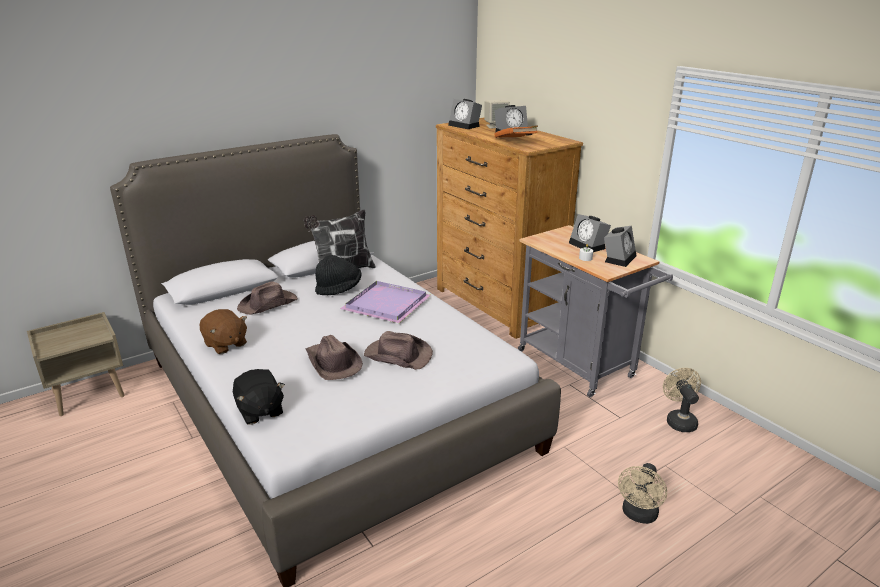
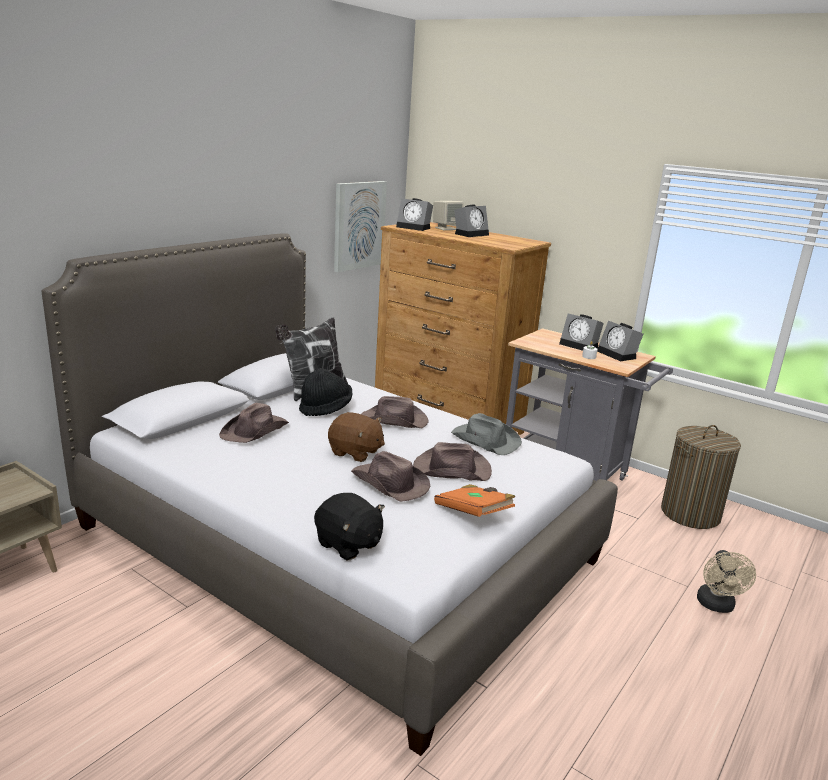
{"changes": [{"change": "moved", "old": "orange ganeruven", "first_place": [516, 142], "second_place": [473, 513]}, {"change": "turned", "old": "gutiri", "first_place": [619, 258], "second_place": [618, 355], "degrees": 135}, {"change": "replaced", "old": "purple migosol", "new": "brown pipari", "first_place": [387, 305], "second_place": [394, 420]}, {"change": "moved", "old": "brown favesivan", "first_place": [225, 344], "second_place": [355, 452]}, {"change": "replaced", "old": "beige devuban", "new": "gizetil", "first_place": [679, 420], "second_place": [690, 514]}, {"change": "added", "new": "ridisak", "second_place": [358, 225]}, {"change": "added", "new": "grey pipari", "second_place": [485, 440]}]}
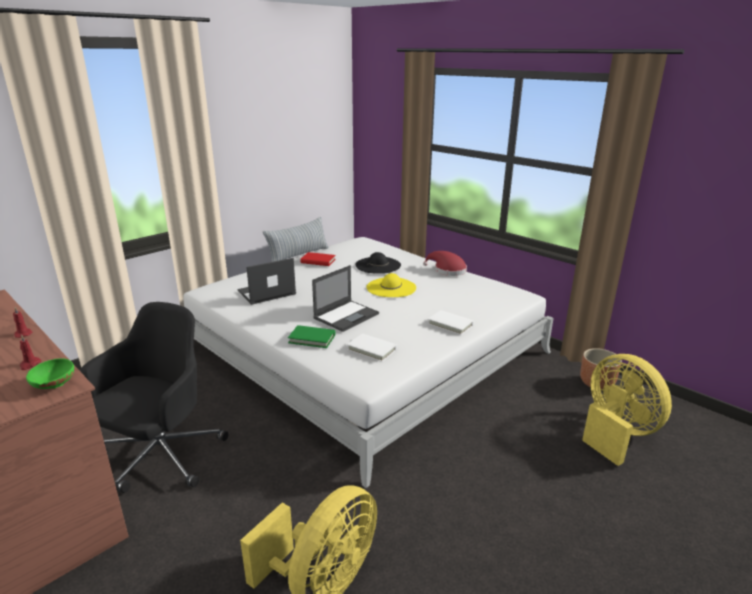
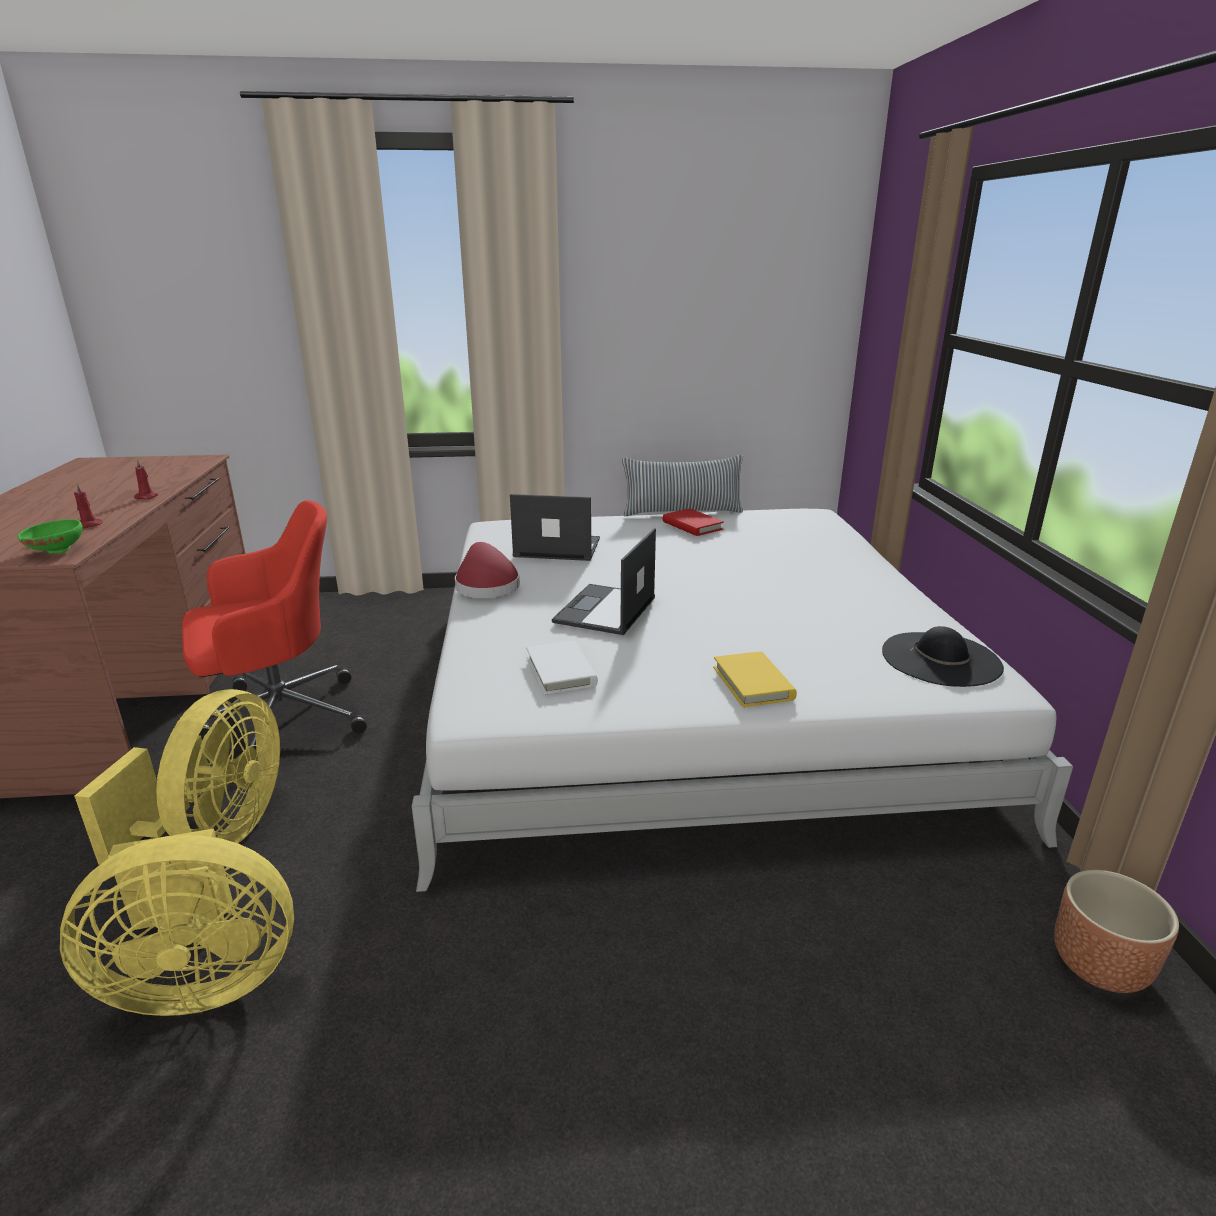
{"changes": [{"change": "moved", "old": "red pipari", "first_place": [447, 270], "second_place": [486, 585]}, {"change": "moved", "old": "black pipari", "first_place": [378, 265], "second_place": [941, 659]}, {"change": "turned", "old": "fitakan", "first_place": [346, 315], "second_place": [605, 610], "degrees": 120}, {"change": "removed", "old": "yellow pipari", "first_place": [391, 287]}, {"change": "recoloured", "old": "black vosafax", "new": "red vosafax", "first_place": [160, 457], "second_place": [280, 719]}, {"change": "recoloured", "old": "white ganeruven", "new": "yellow ganeruven", "first_place": [450, 324], "second_place": [753, 683]}, {"change": "removed", "old": "green ganeruven", "first_place": [312, 339]}, {"change": "moved", "old": "yellow devuban", "first_place": [616, 433], "second_place": [217, 834]}]}
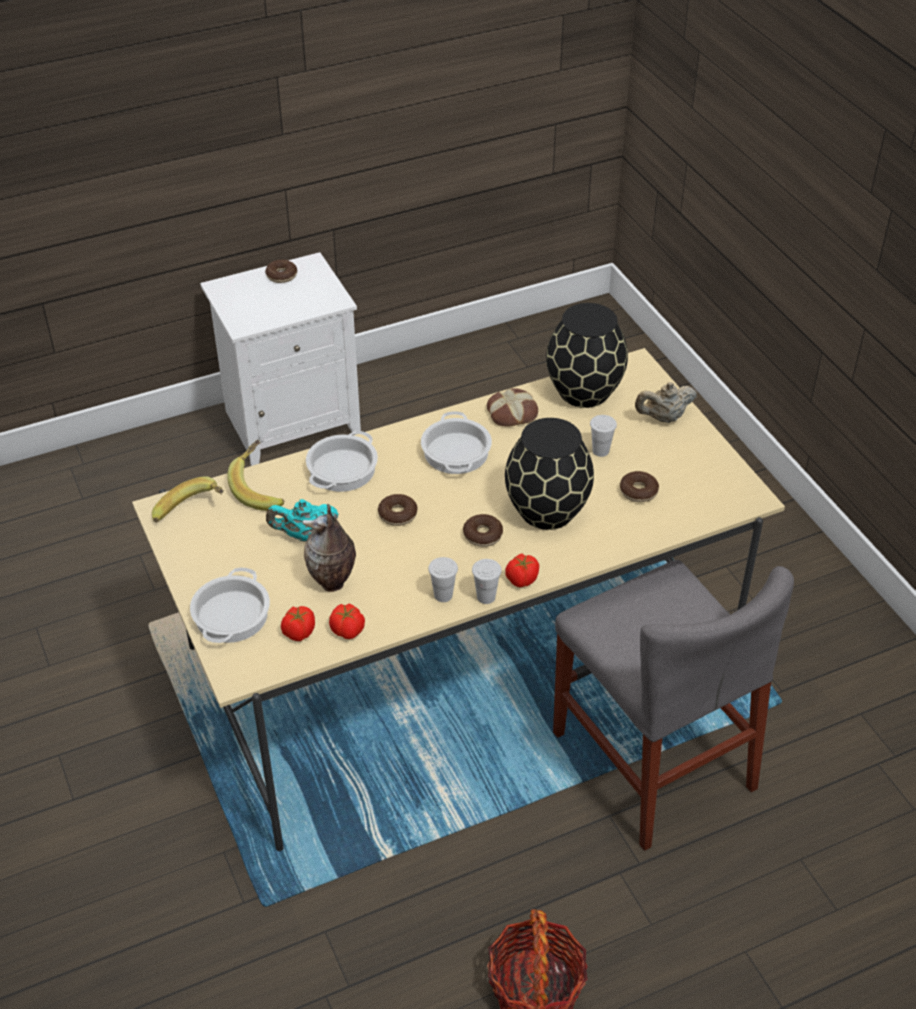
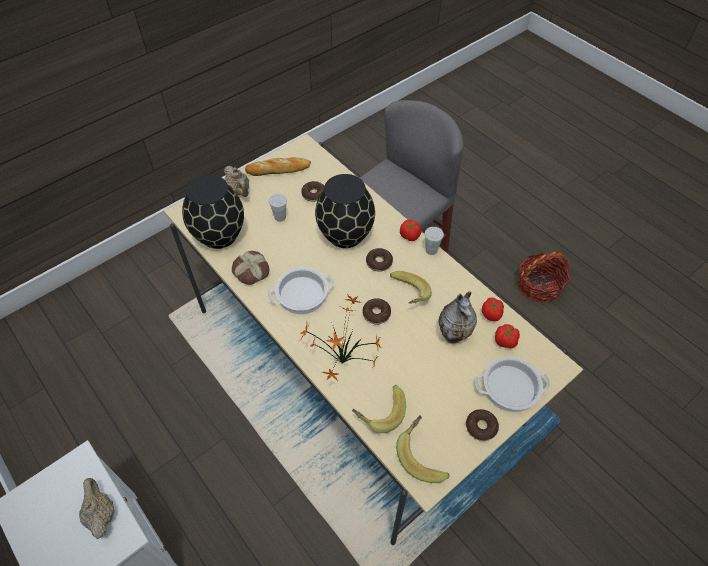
{"changes": [{"change": "moved", "old": "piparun", "first_place": [281, 276], "second_place": [481, 427]}, {"change": "replaced", "old": "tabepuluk", "new": "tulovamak", "first_place": [342, 469], "second_place": [340, 362]}, {"change": "removed", "old": "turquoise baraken", "first_place": [304, 535]}, {"change": "removed", "old": "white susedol", "first_place": [443, 595]}, {"change": "added", "new": "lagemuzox", "second_place": [278, 169]}, {"change": "added", "new": "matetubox", "second_place": [406, 296]}, {"change": "added", "new": "beige baraken", "second_place": [101, 514]}]}
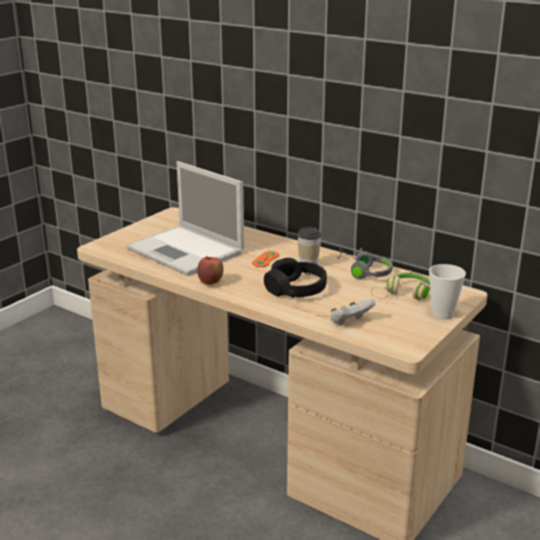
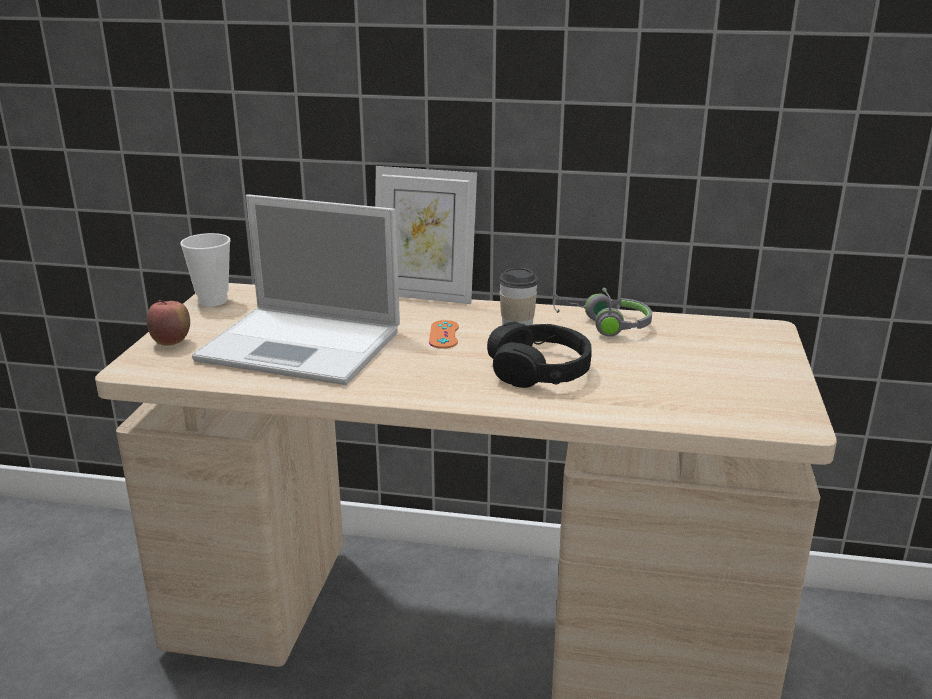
{"changes": [{"change": "moved", "old": "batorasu", "first_place": [210, 283], "second_place": [171, 343]}, {"change": "moved", "old": "susedol", "first_place": [442, 314], "second_place": [213, 301]}, {"change": "removed", "old": "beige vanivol", "first_place": [404, 294]}, {"change": "removed", "old": "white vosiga", "first_place": [350, 322]}, {"change": "added", "new": "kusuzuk", "second_place": [425, 295]}]}
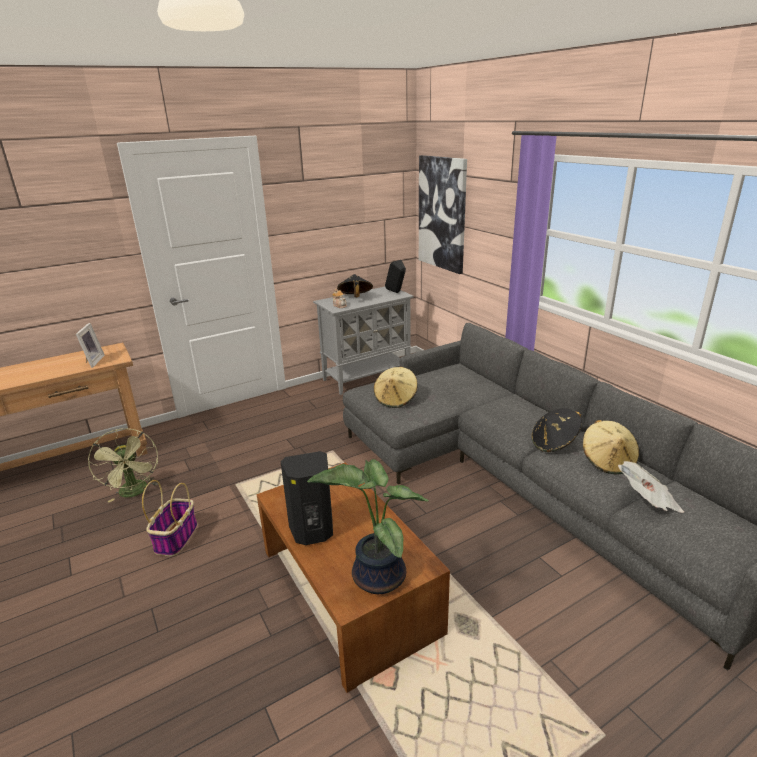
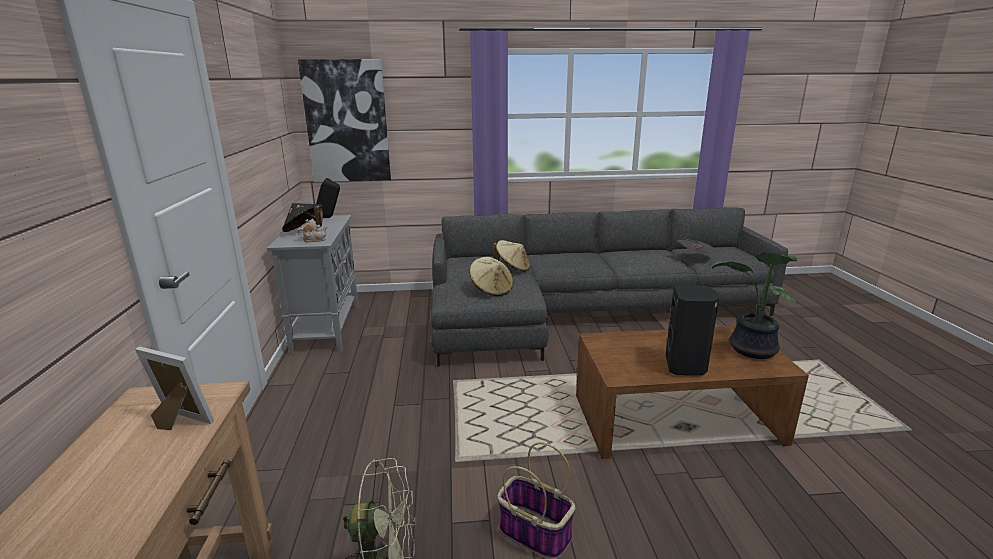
{"changes": [{"change": "removed", "old": "black pipari", "first_place": [554, 443]}, {"change": "moved", "old": "beige pipari", "first_place": [607, 461], "second_place": [513, 268]}]}
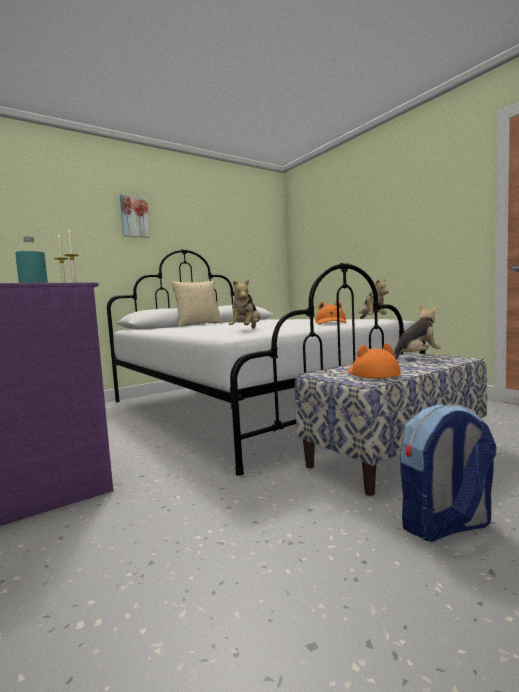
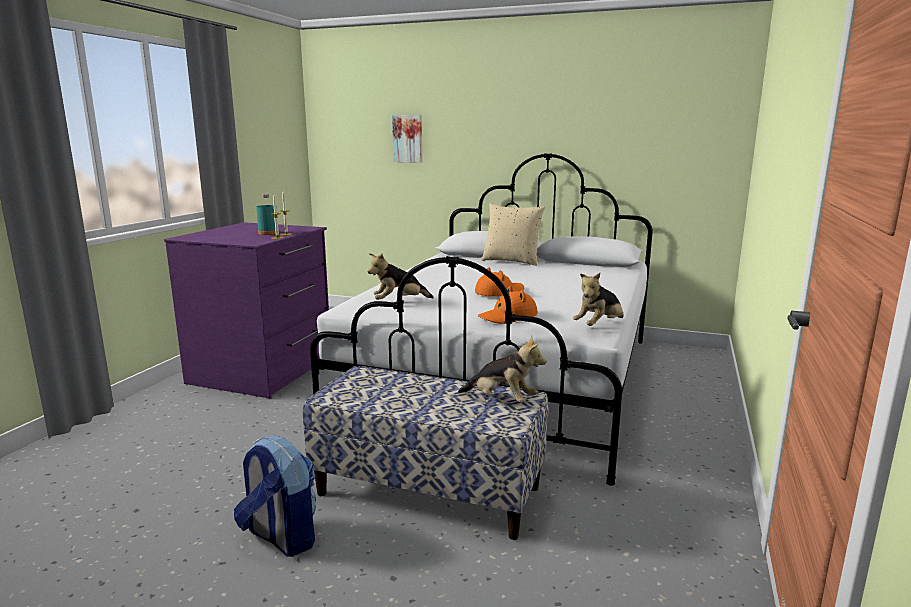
{"changes": [{"change": "moved", "old": "ridisak", "first_place": [134, 216], "second_place": [408, 138]}, {"change": "moved", "old": "orange pipari", "first_place": [371, 374], "second_place": [499, 292]}]}
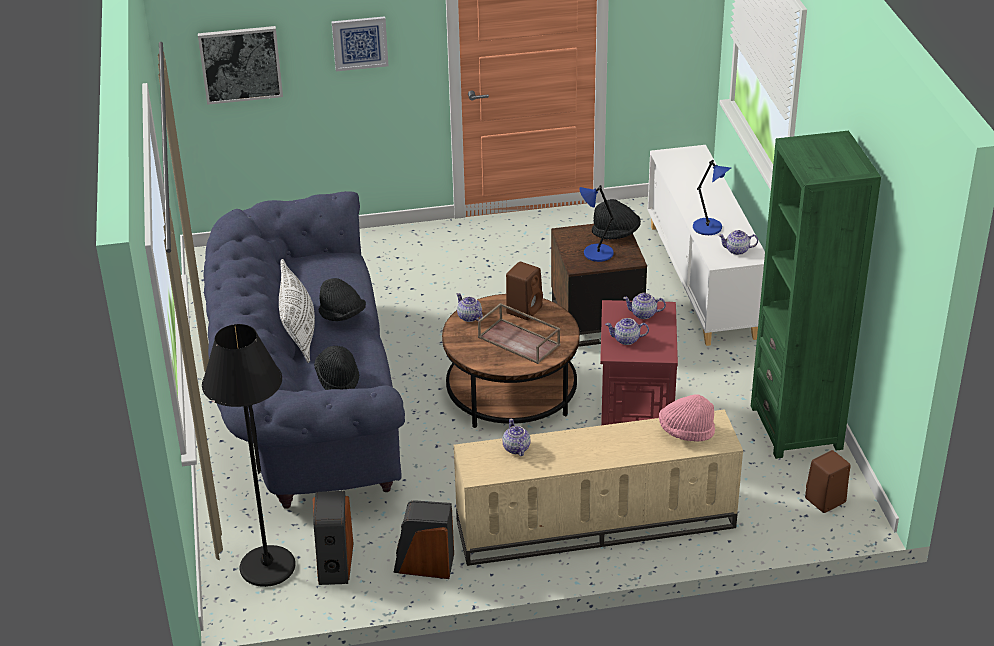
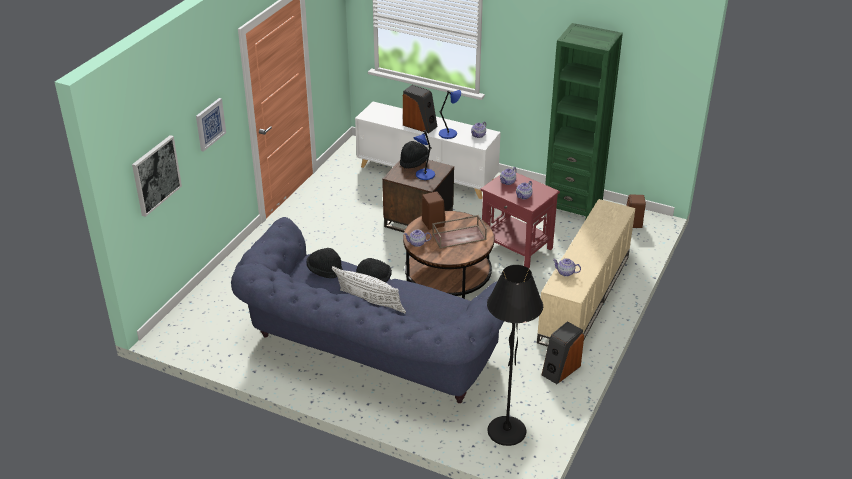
{"changes": [{"change": "moved", "old": "black pipari", "first_place": [338, 379], "second_place": [324, 271]}, {"change": "removed", "old": "pink pipari", "first_place": [686, 431]}, {"change": "moved", "old": "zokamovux", "first_place": [334, 563], "second_place": [420, 125]}]}
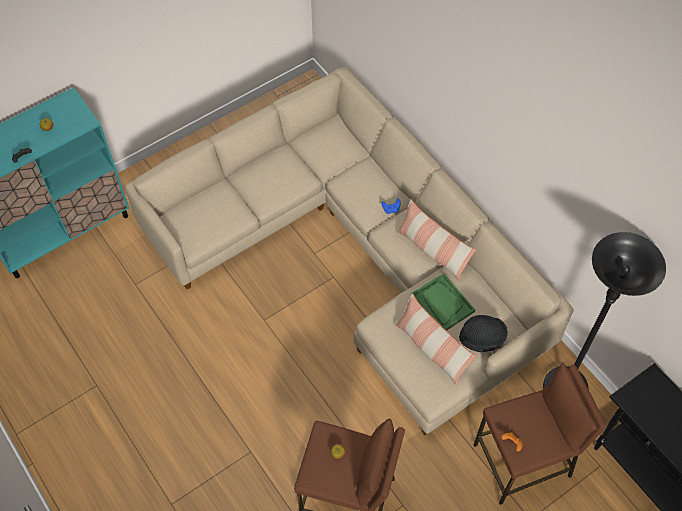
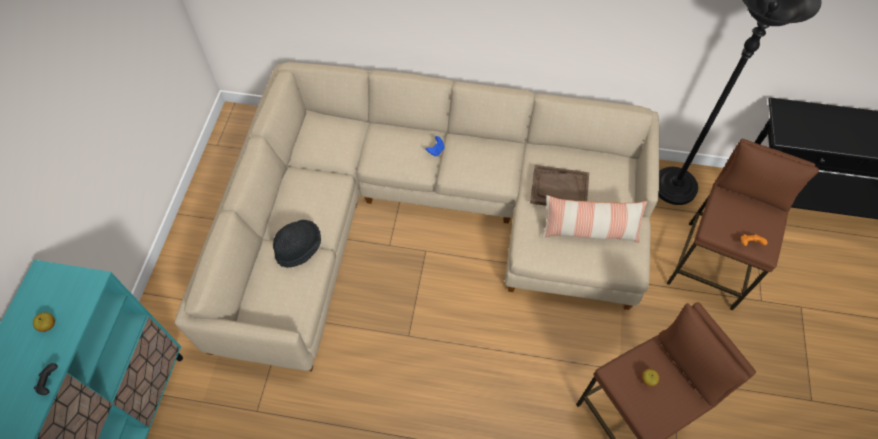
{"changes": [{"change": "removed", "old": "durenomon", "first_place": [432, 250]}, {"change": "recoloured", "old": "green migosol", "new": "brown migosol", "first_place": [442, 303], "second_place": [559, 189]}, {"change": "moved", "old": "black pipari", "first_place": [482, 338], "second_place": [299, 248]}]}
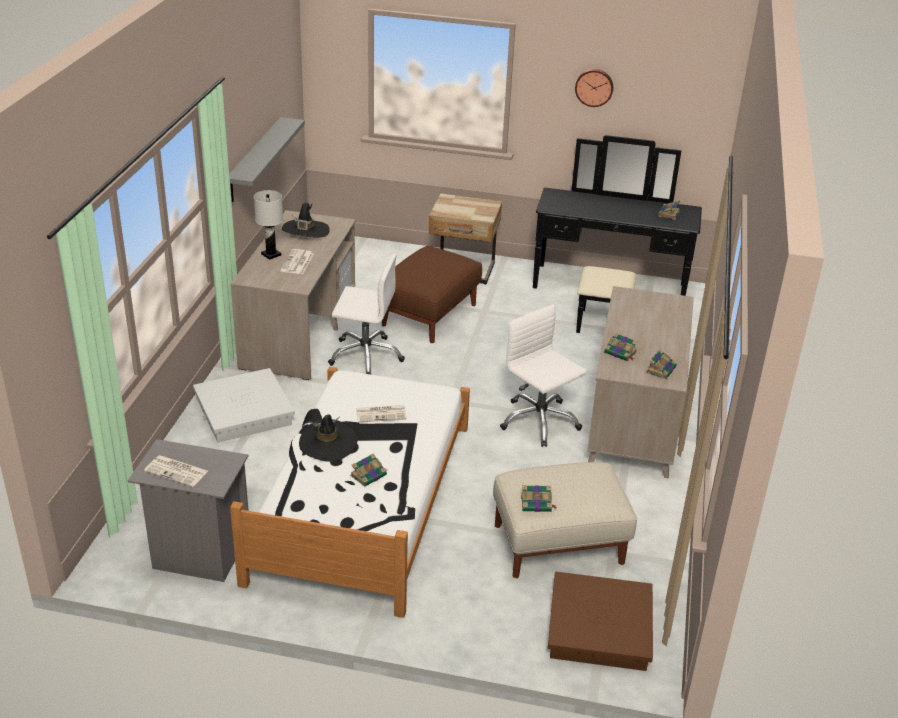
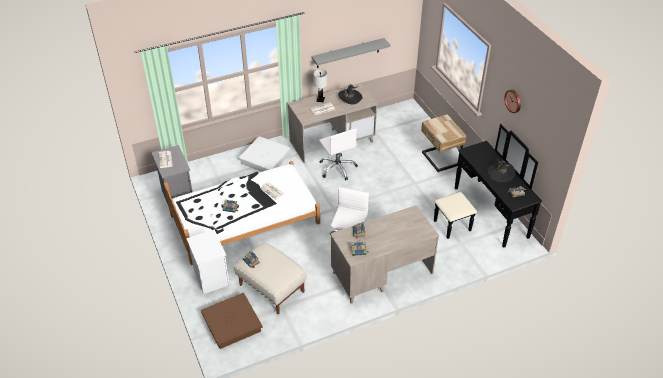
{"changes": [{"change": "removed", "old": "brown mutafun", "first_place": [428, 315]}, {"change": "moved", "old": "black pipari", "first_place": [328, 443], "second_place": [501, 173]}, {"change": "added", "new": "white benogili", "second_place": [210, 277]}]}
